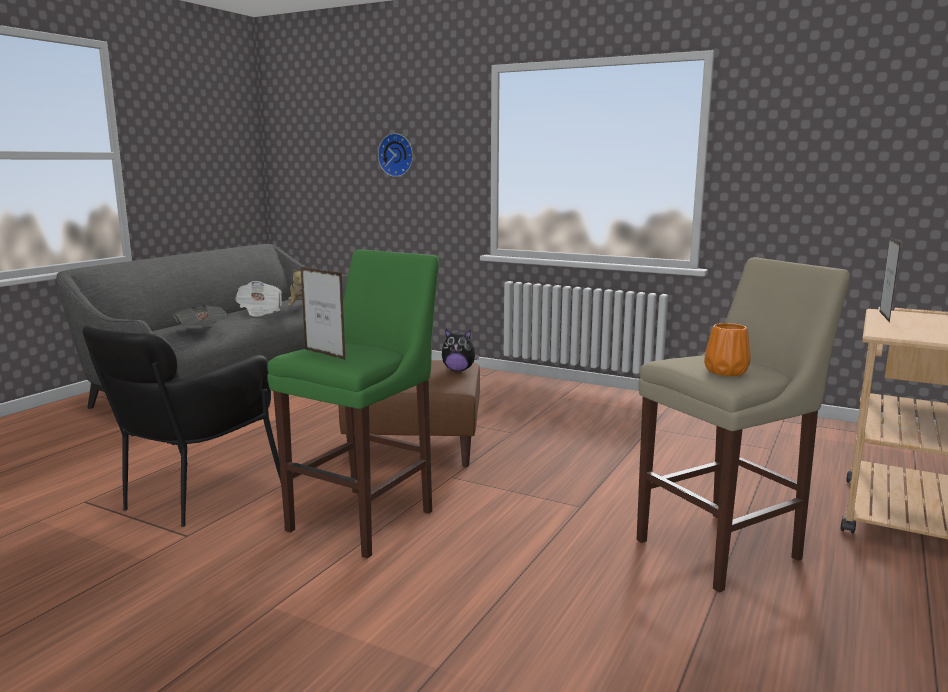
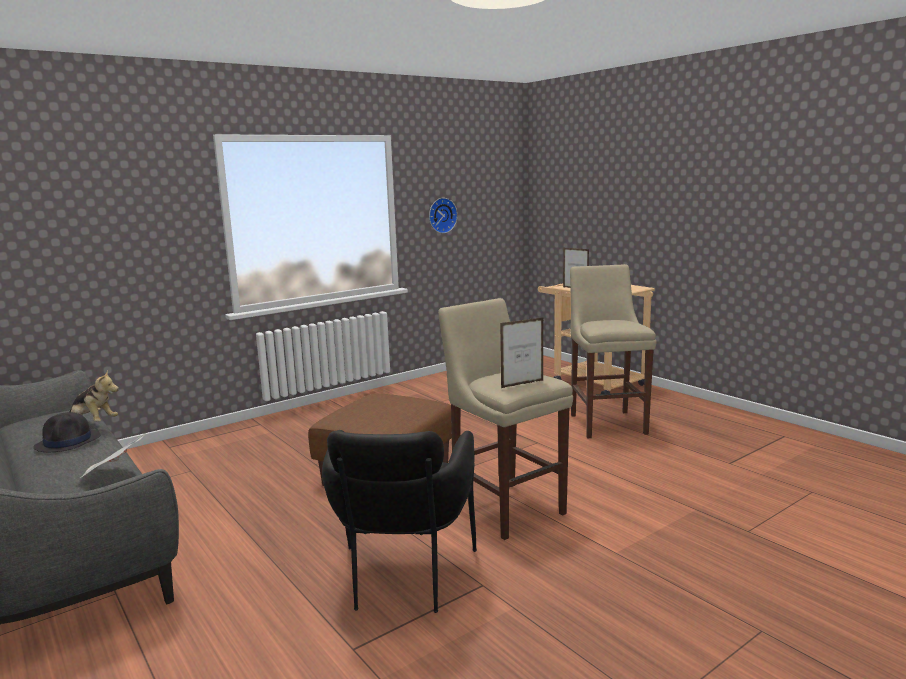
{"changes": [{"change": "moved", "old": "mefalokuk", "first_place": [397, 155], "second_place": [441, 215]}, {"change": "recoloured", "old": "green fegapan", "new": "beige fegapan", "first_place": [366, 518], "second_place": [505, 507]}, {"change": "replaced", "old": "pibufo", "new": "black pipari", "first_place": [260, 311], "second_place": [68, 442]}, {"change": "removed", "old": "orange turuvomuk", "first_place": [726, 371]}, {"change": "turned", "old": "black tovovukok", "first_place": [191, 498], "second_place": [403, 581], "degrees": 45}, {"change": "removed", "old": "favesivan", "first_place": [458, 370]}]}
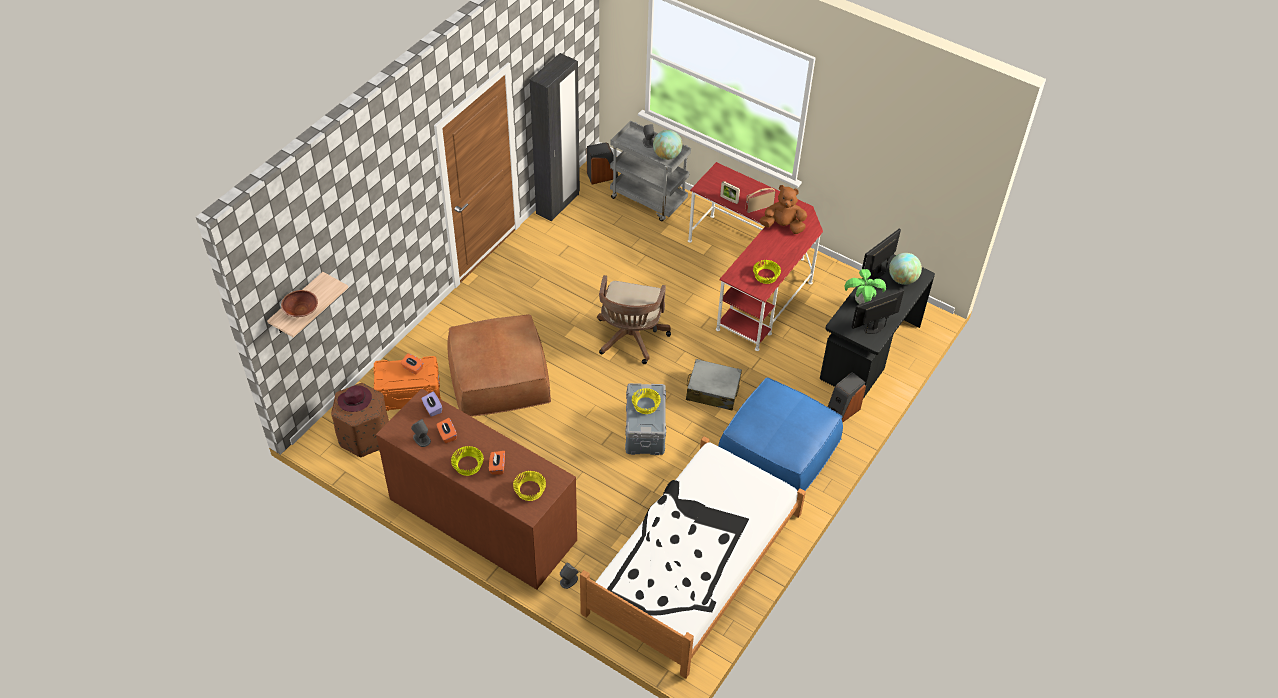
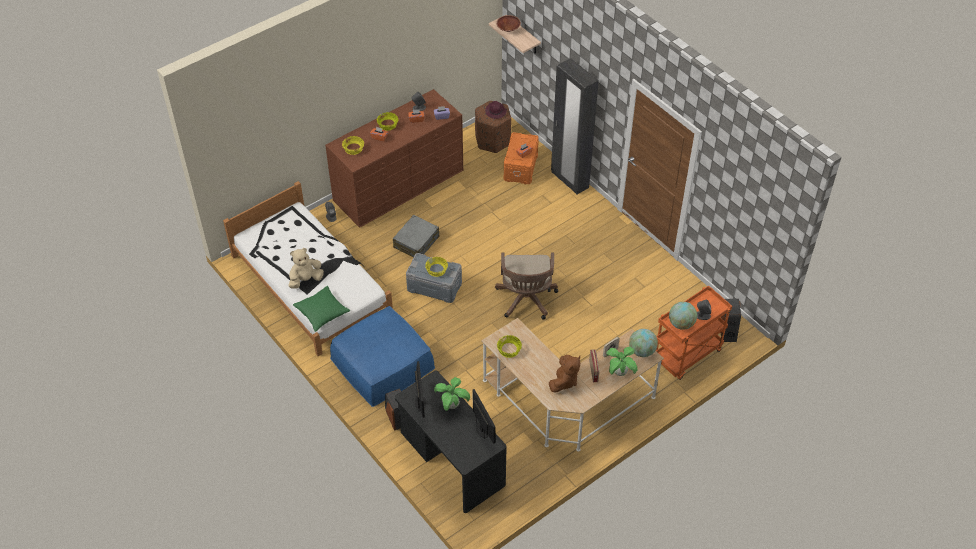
{"changes": [{"change": "moved", "old": "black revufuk", "first_place": [558, 204], "second_place": [569, 180]}, {"change": "recoloured", "old": "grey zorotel", "new": "orange zorotel", "first_place": [649, 200], "second_place": [687, 356]}, {"change": "recoloured", "old": "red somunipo", "new": "beige somunipo", "first_place": [754, 277], "second_place": [567, 405]}, {"change": "moved", "old": "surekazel", "first_place": [902, 279], "second_place": [642, 351]}, {"change": "turned", "old": "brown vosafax", "first_place": [630, 339], "second_place": [526, 300], "degrees": -120}, {"change": "removed", "old": "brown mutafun", "first_place": [498, 375]}, {"change": "moved", "old": "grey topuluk", "first_place": [712, 391], "second_place": [416, 242]}, {"change": "added", "new": "beige favesivan", "second_place": [305, 280]}, {"change": "added", "new": "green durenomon", "second_place": [322, 312]}, {"change": "added", "new": "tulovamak", "second_place": [620, 372]}]}
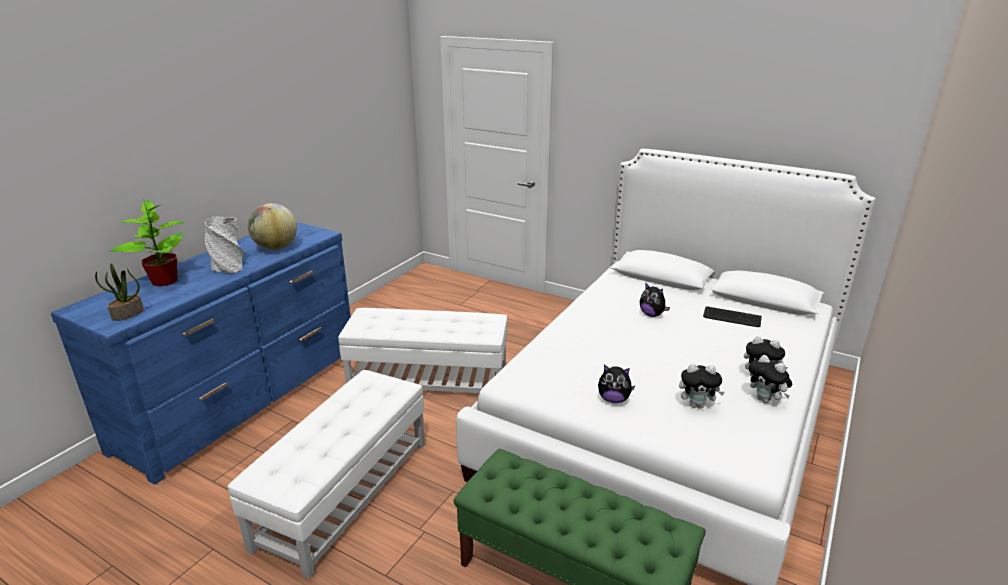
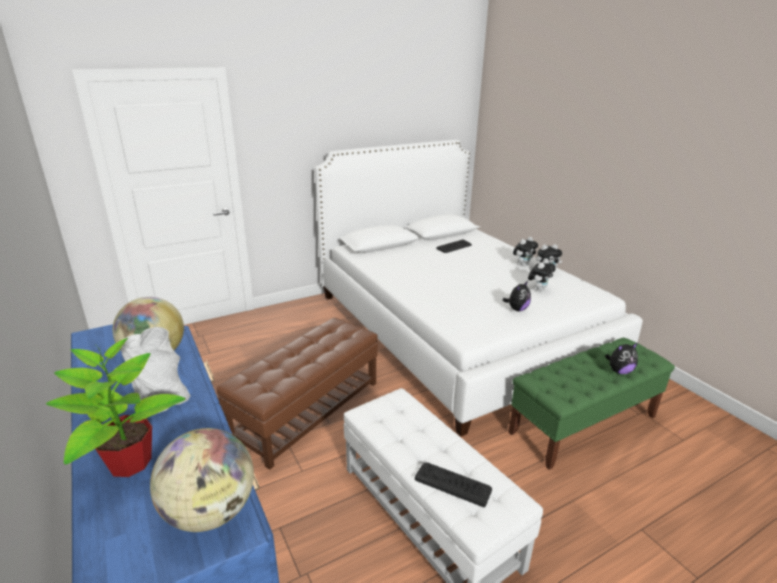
{"changes": [{"change": "replaced", "old": "tulovamak", "new": "surekazel", "first_place": [127, 314], "second_place": [210, 512]}, {"change": "moved", "old": "favesivan", "first_place": [652, 315], "second_place": [619, 371]}, {"change": "recoloured", "old": "white mutafun", "new": "brown mutafun", "first_place": [428, 378], "second_place": [307, 410]}, {"change": "added", "new": "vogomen", "second_place": [453, 484]}]}
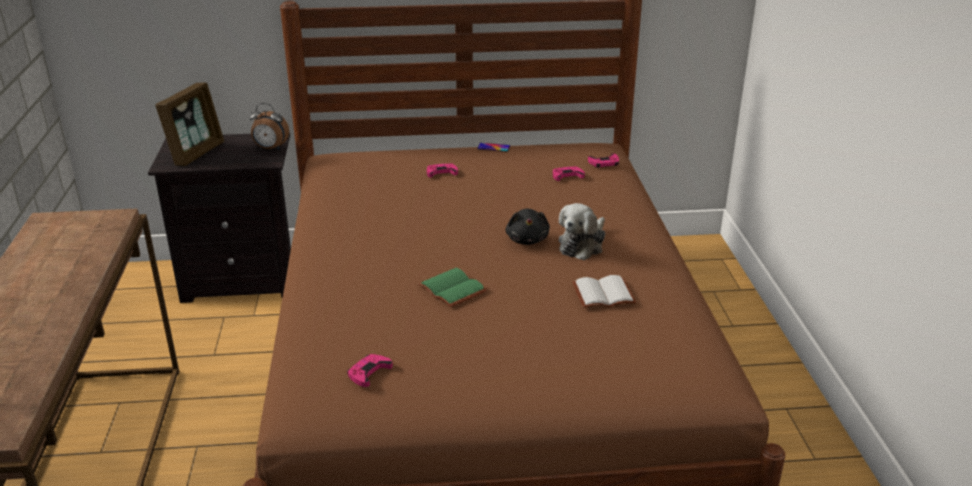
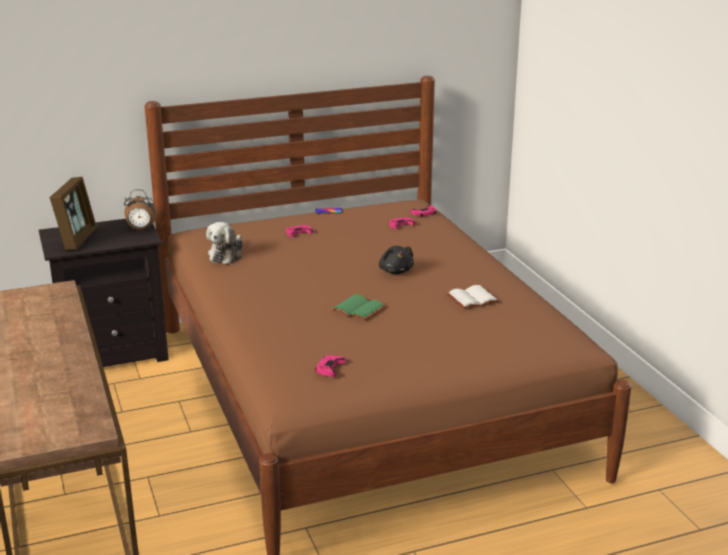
{"changes": [{"change": "moved", "old": "favesivan", "first_place": [582, 245], "second_place": [227, 255]}]}
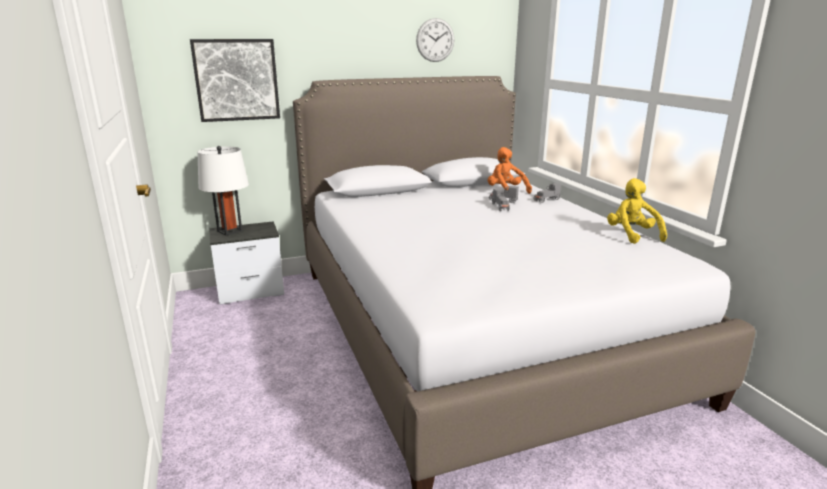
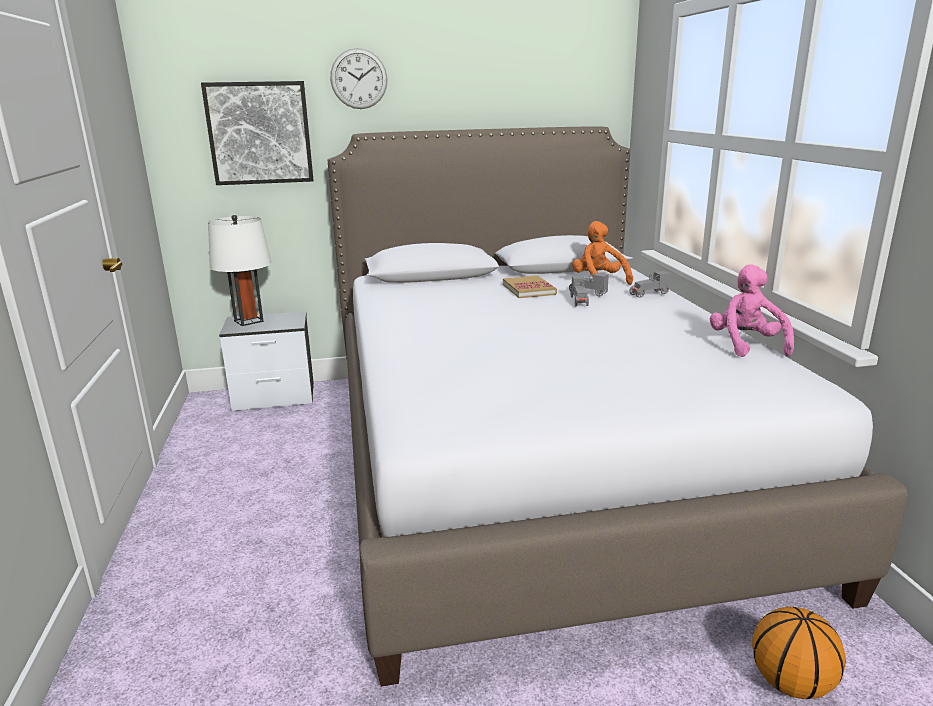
{"changes": [{"change": "moved", "old": "mefalokuk", "first_place": [435, 40], "second_place": [359, 79]}, {"change": "recoloured", "old": "yellow favesivan", "new": "pink favesivan", "first_place": [632, 235], "second_place": [746, 345]}, {"change": "added", "new": "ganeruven", "second_place": [529, 289]}, {"change": "added", "new": "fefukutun", "second_place": [790, 682]}]}
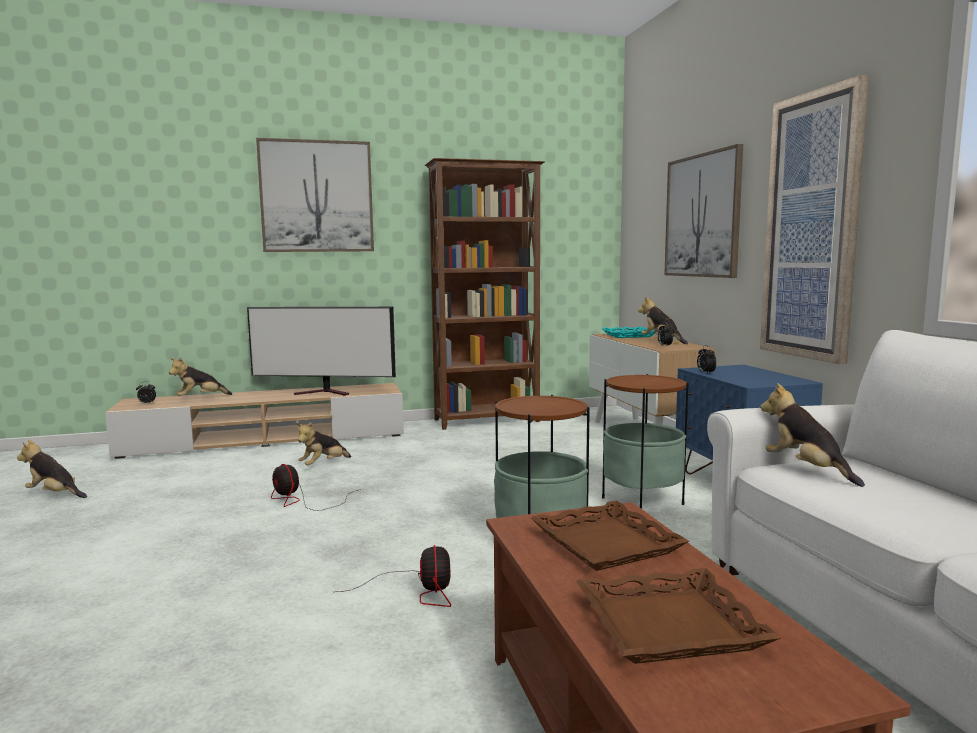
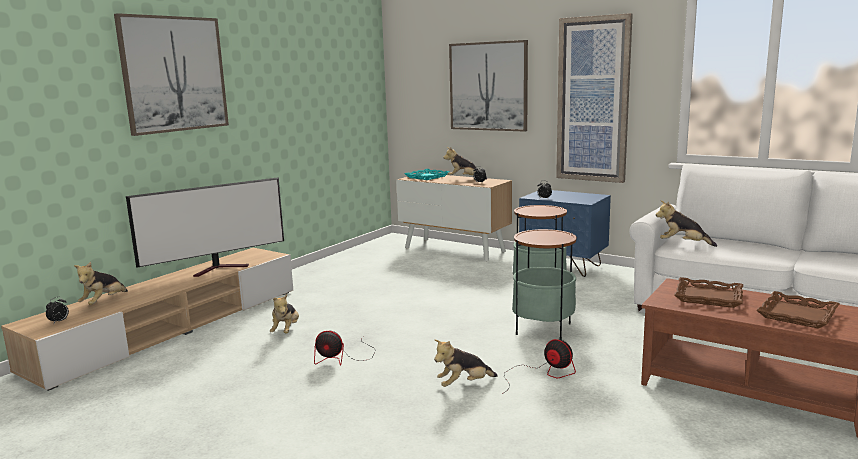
{"changes": [{"change": "removed", "old": "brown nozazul", "first_place": [487, 421]}, {"change": "moved", "old": "favesivan", "first_place": [54, 494], "second_place": [464, 384]}]}
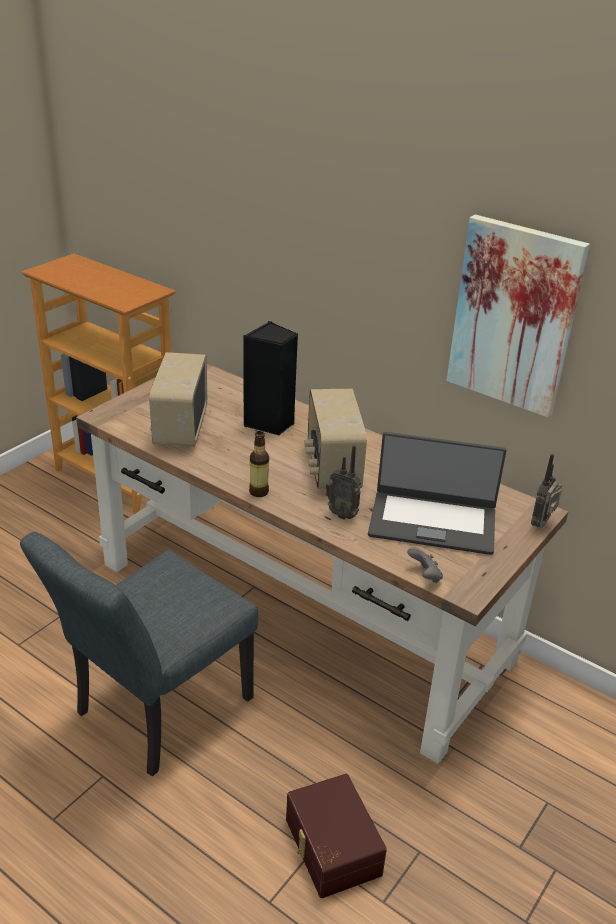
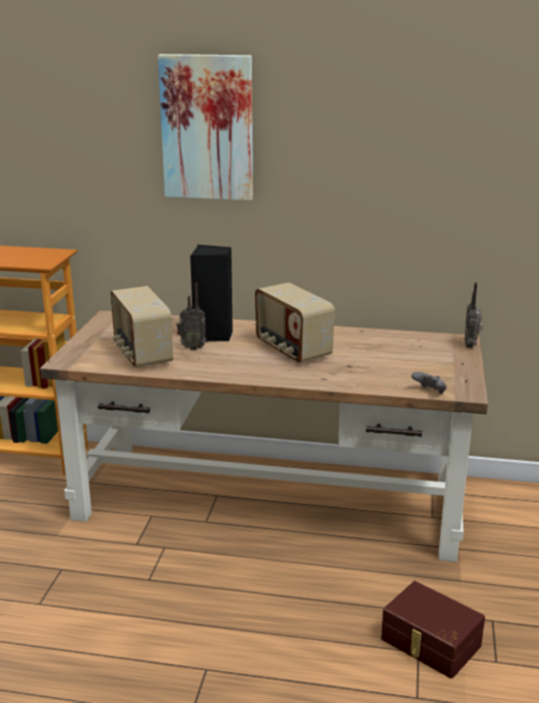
{"changes": [{"change": "moved", "old": "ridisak", "first_place": [514, 316], "second_place": [207, 128]}, {"change": "removed", "old": "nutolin", "first_place": [259, 492]}, {"change": "removed", "old": "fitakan", "first_place": [432, 522]}, {"change": "moved", "old": "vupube", "first_place": [342, 514], "second_place": [192, 347]}, {"change": "removed", "old": "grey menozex", "first_place": [154, 712]}]}
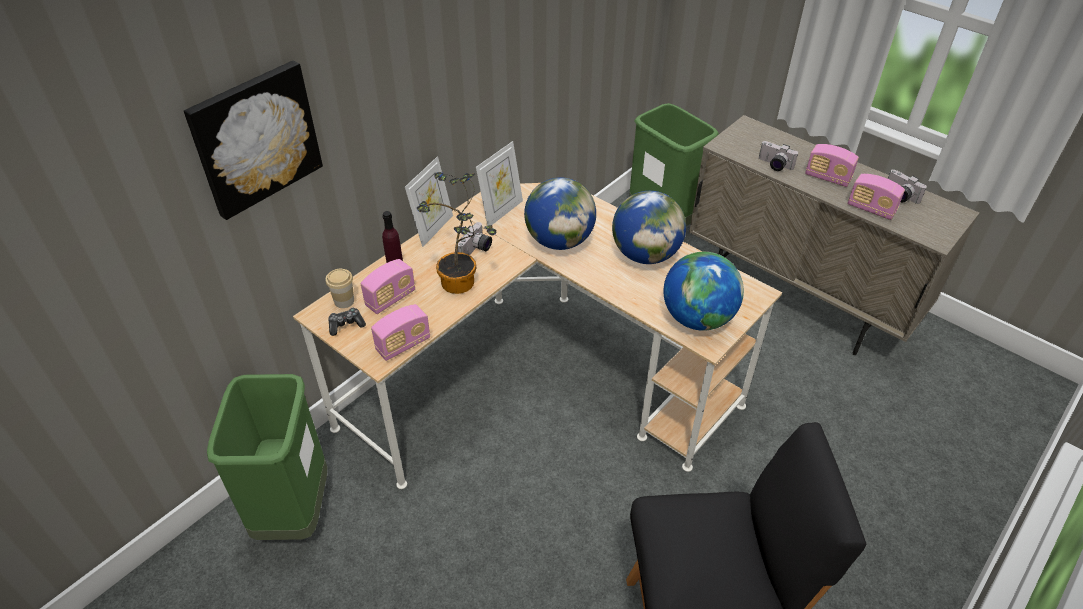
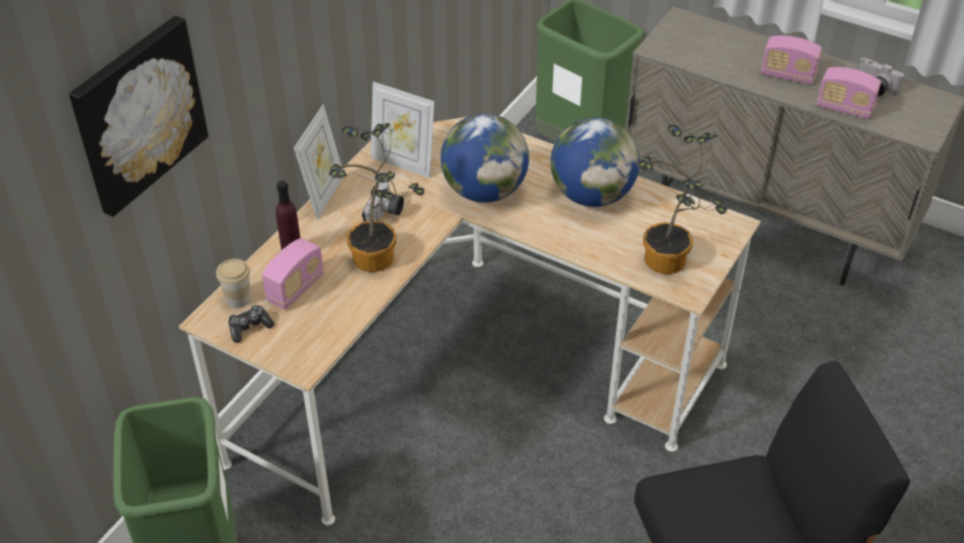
{"changes": [{"change": "turned", "old": "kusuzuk", "first_place": [501, 211], "second_place": [403, 163], "degrees": 90}, {"change": "removed", "old": "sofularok", "first_place": [774, 165]}, {"change": "replaced", "old": "surekazel", "new": "tulovamak", "first_place": [697, 318], "second_place": [670, 264]}, {"change": "removed", "old": "vupube", "first_place": [403, 345]}]}
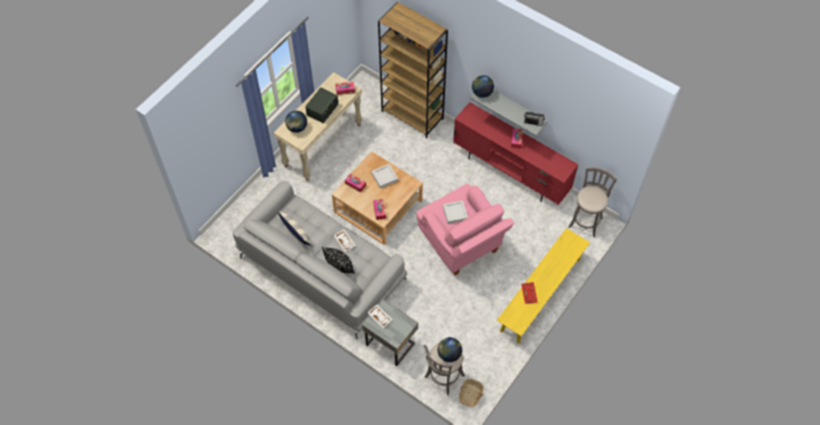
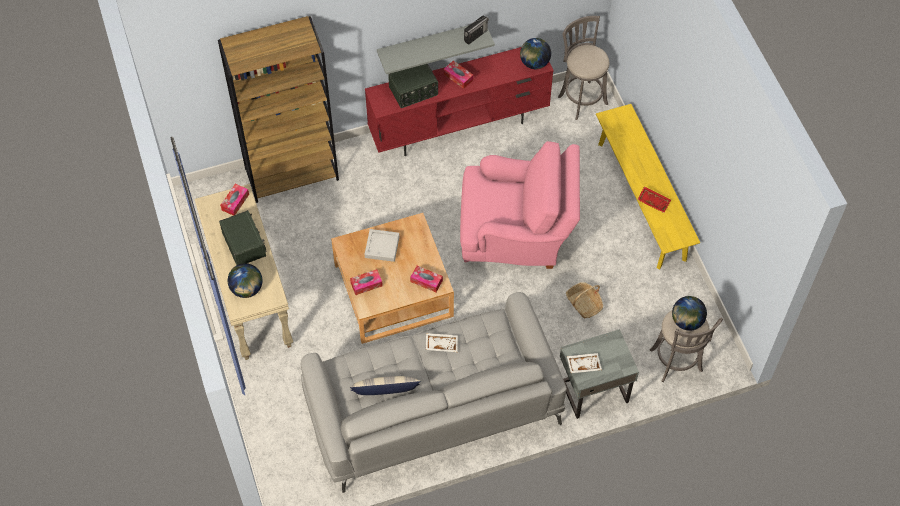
{"changes": [{"change": "moved", "old": "surekazel", "first_place": [482, 93], "second_place": [534, 63]}, {"change": "removed", "old": "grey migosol", "first_place": [455, 213]}, {"change": "removed", "old": "black durenomon", "first_place": [339, 267]}, {"change": "moved", "old": "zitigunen", "first_place": [470, 395], "second_place": [584, 304]}, {"change": "added", "new": "vupube", "second_place": [414, 92]}]}
